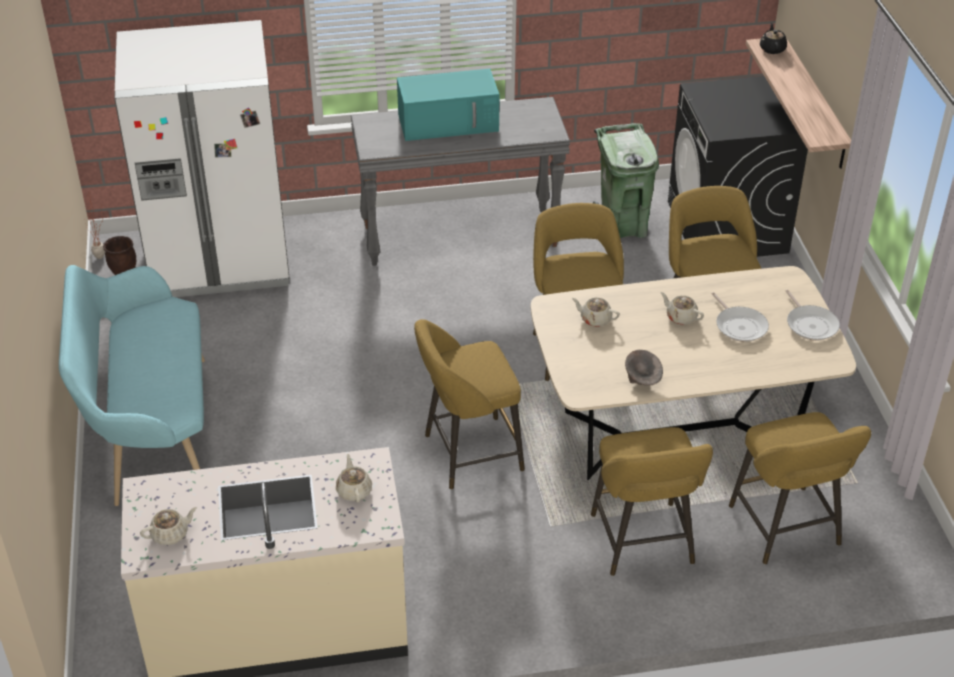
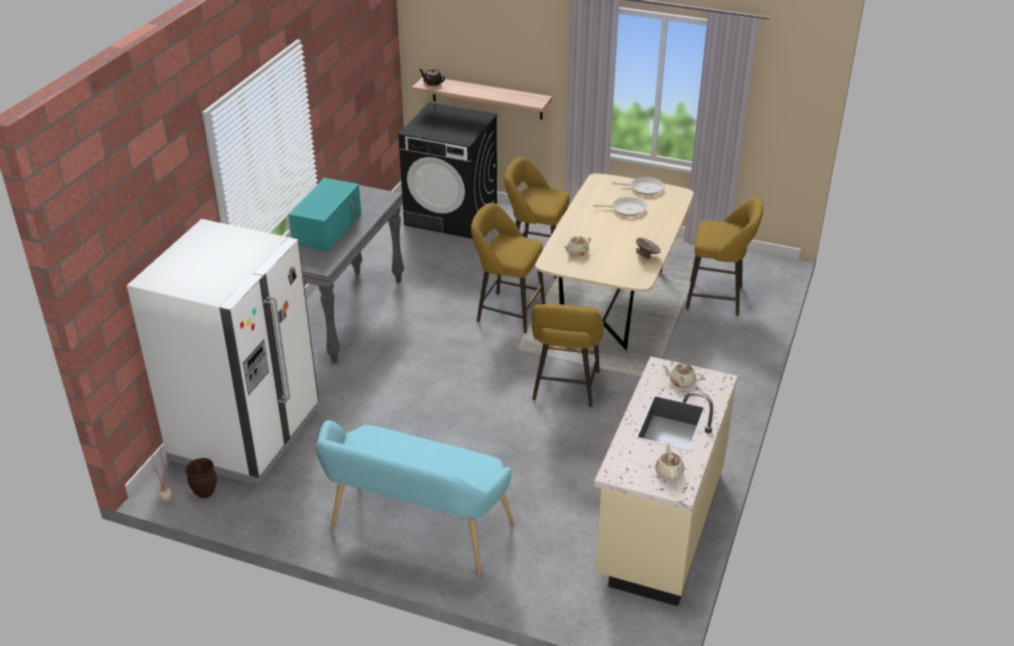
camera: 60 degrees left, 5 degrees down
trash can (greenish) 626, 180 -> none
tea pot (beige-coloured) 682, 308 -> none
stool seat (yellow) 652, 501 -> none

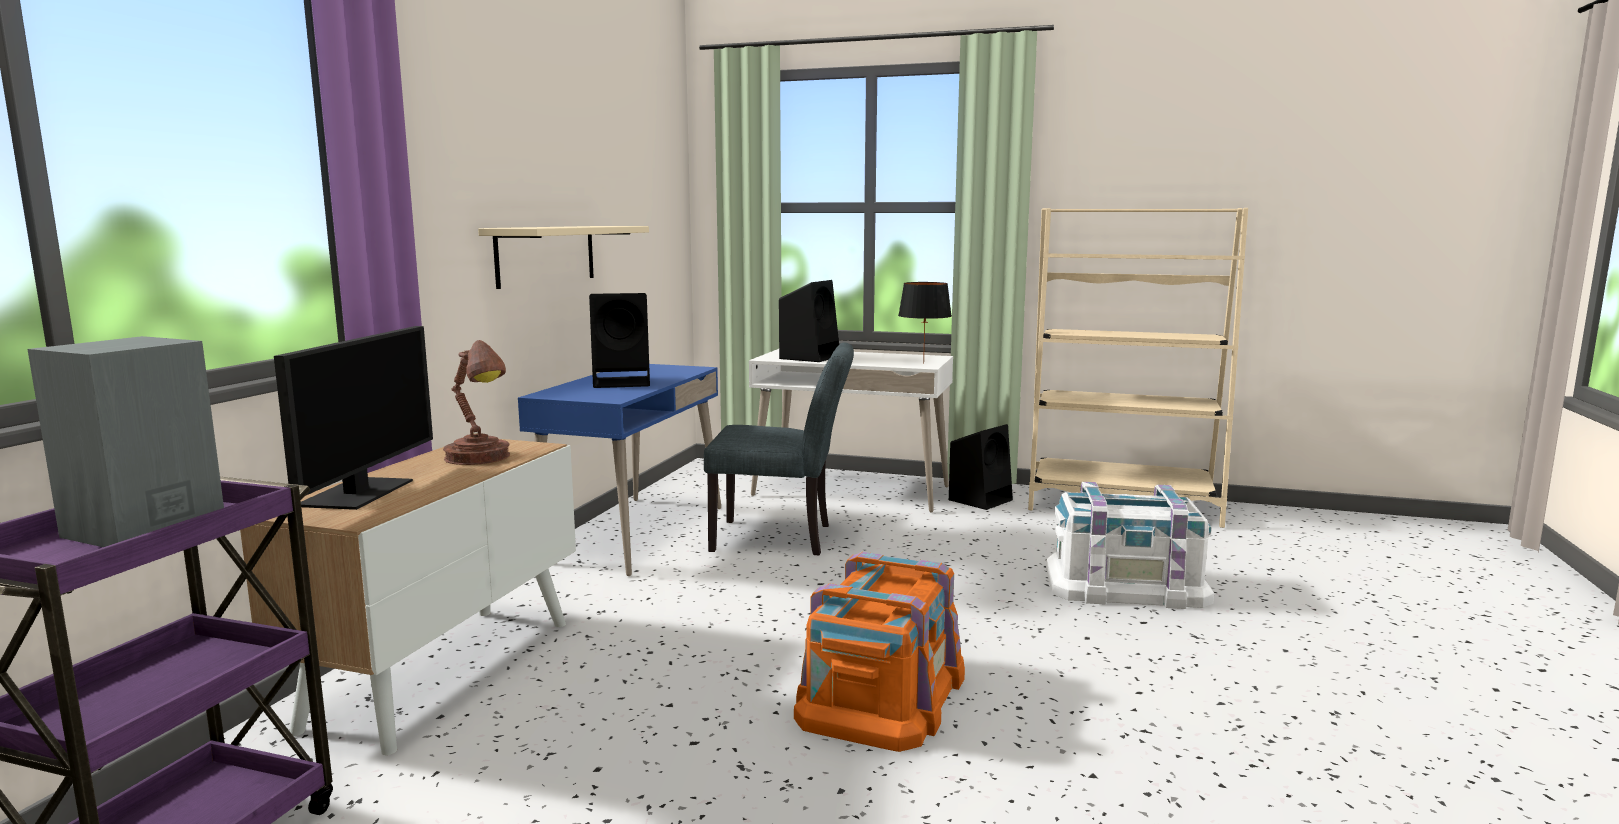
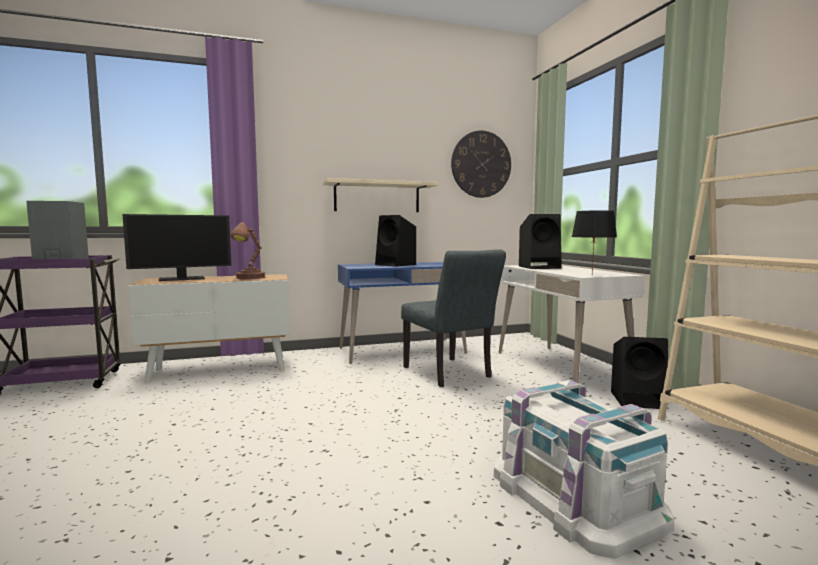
camera: 55 degrees right, 5 degrees down
storage box (orange-coloured) 879, 652 -> none
none -> wall clock 481, 164

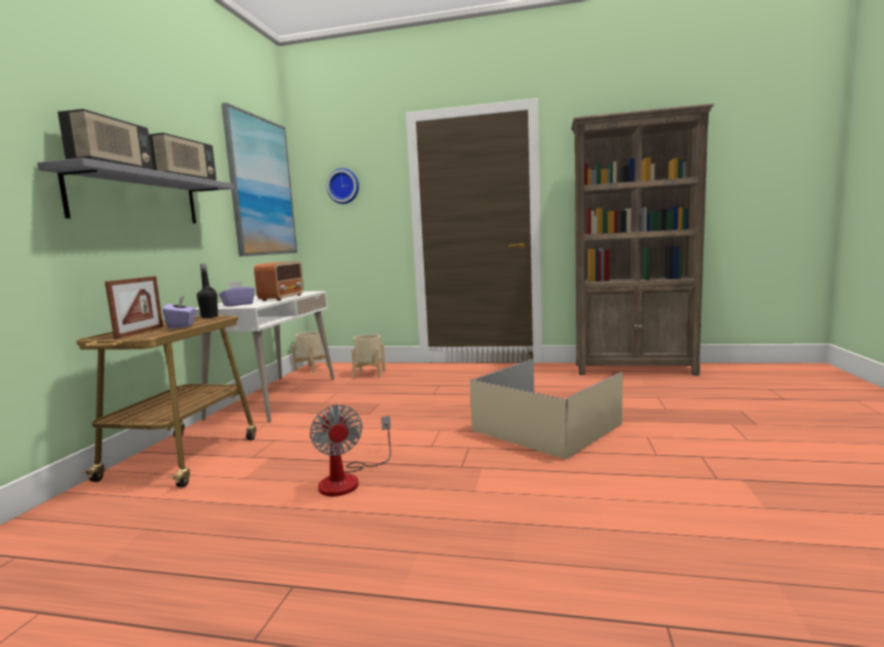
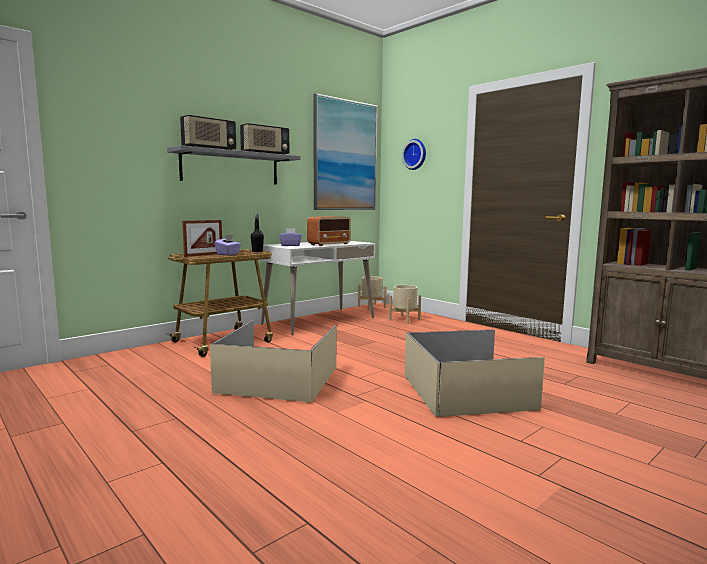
camera: 35 degrees right, 0 degrees up
electric fan 350, 450 -> storage box (beige-coloured) 273, 361

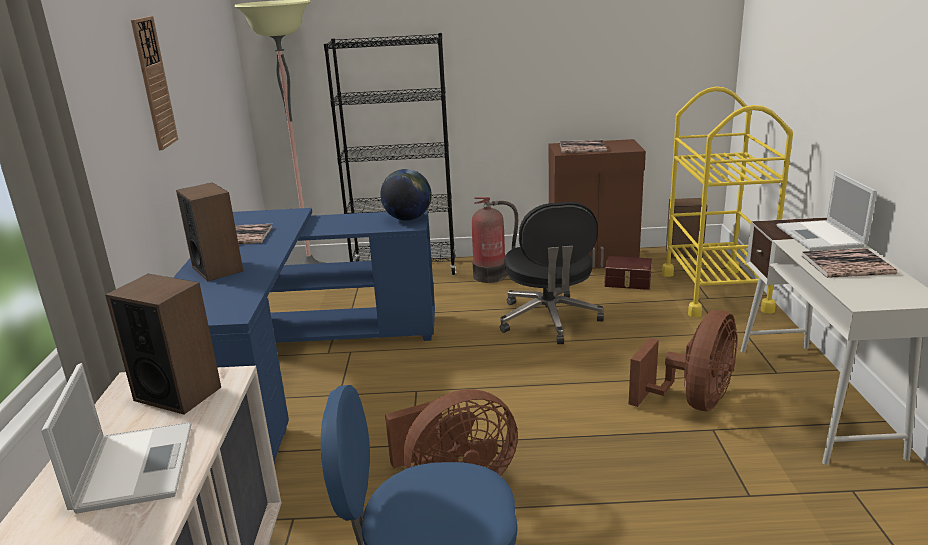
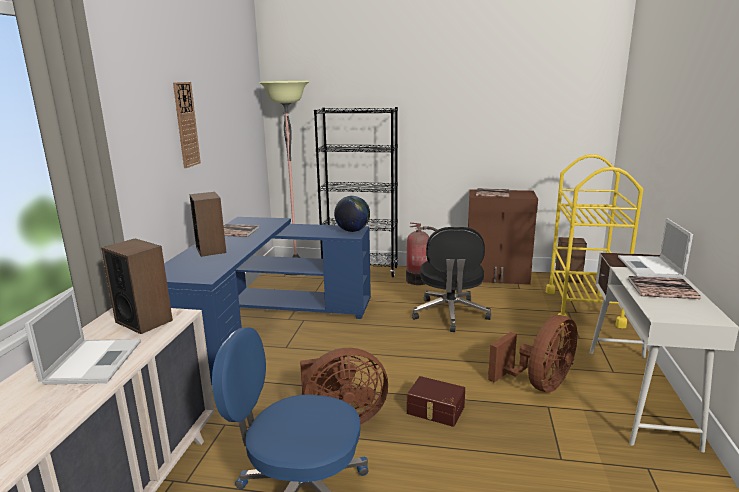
camera: 10 degrees right, 5 degrees down
storage box (brown-coloured) 628, 273 -> storage box (brown-coloured) 436, 401, moved

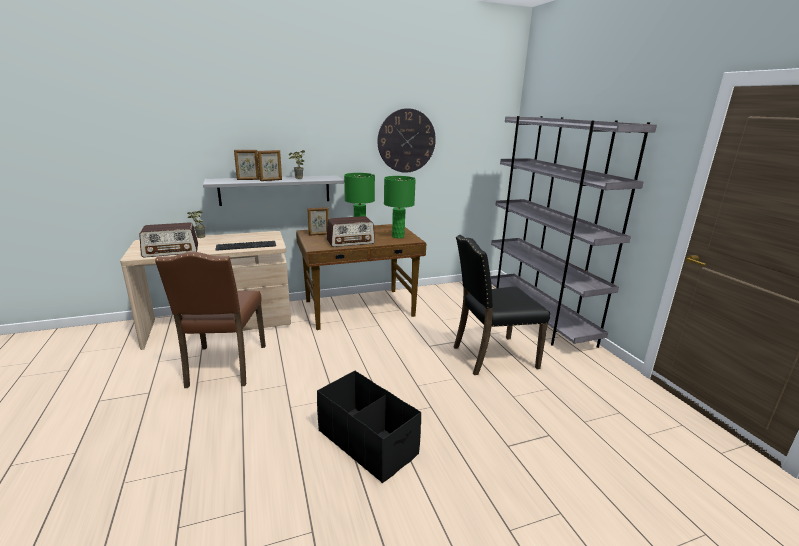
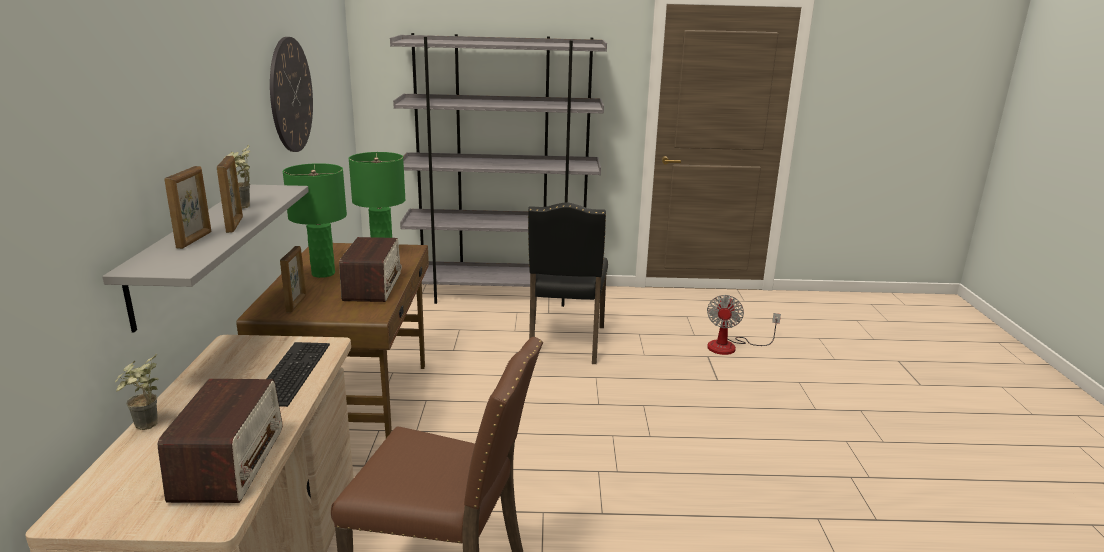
camera: 70 degrees left, 0 degrees up
storage box (black) 369, 427 -> none
none -> electric fan 744, 325

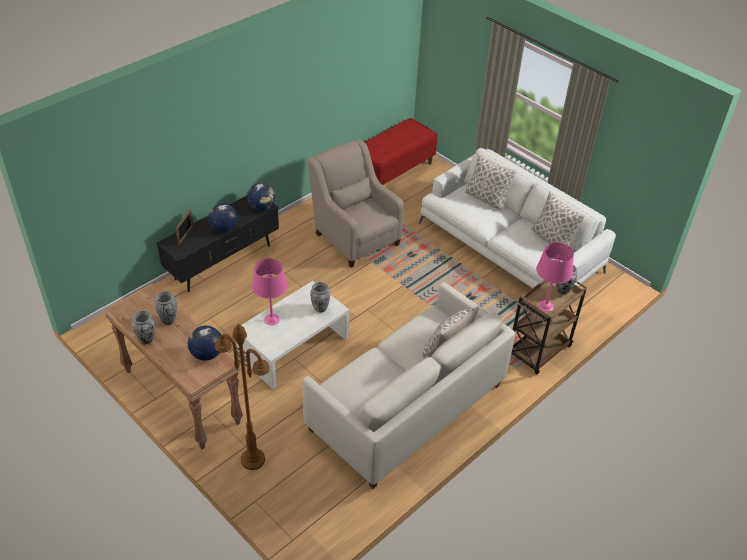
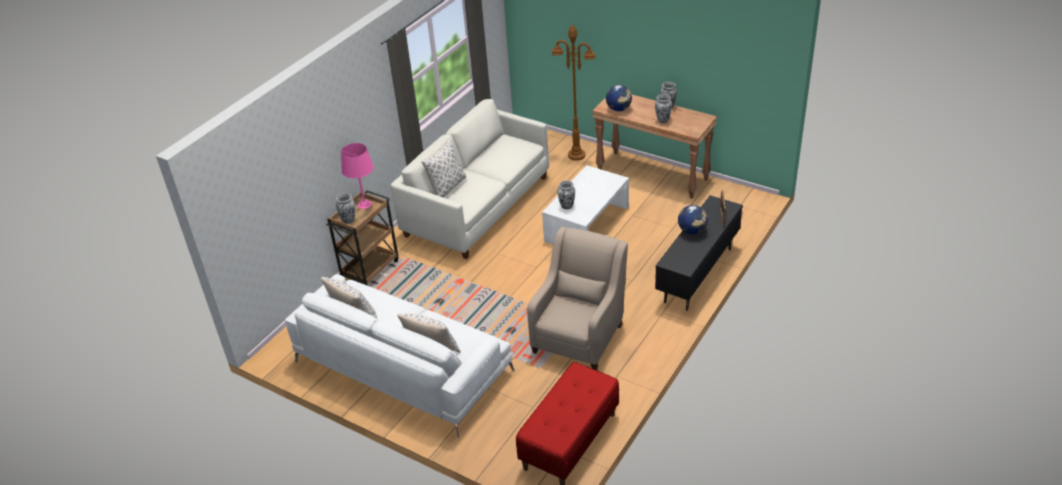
camera: 170 degrees right, 5 degrees down
lounge chair (beige-coloured) 356, 203 -> lounge chair (beige-coloured) 577, 298, 105 degrees counterclockwise
desk globe 261, 197 -> none
lamp for a table (pink) 269, 291 -> none

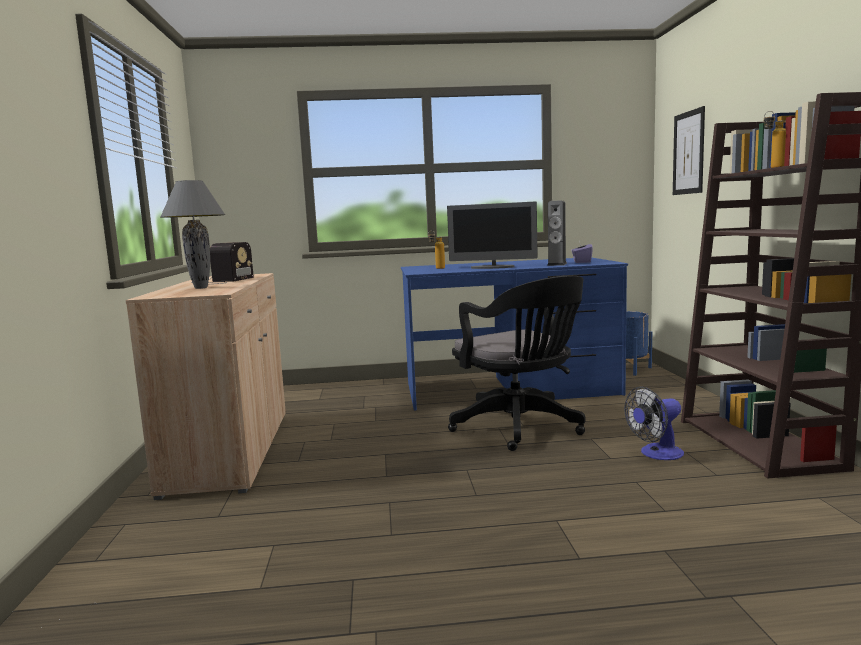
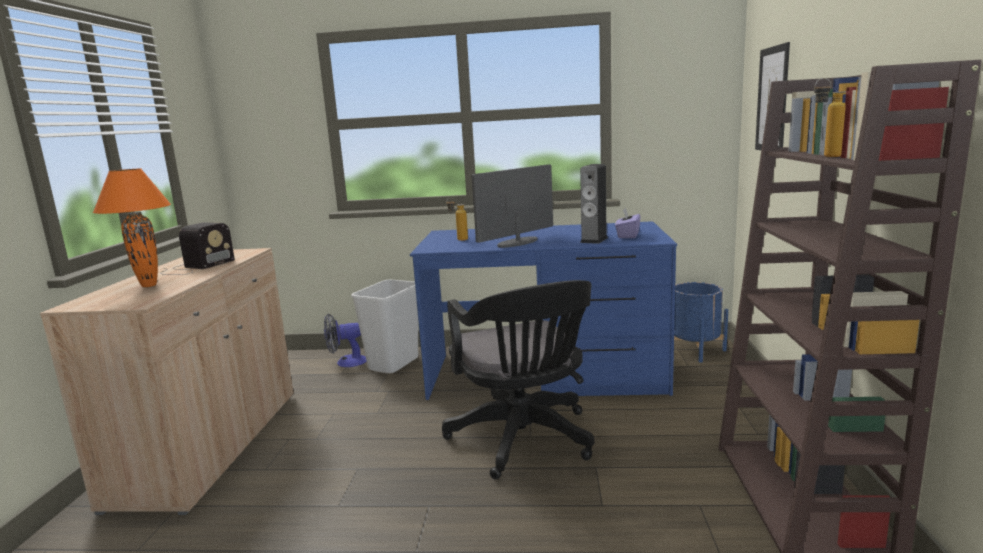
camera: 10 degrees right, 5 degrees up
lamp for a table (grey) 193, 234 -> lamp for a table (orange-coloured) 132, 228
monitor 492, 235 -> monitor 512, 206, 120 degrees clockwise
electric fan 654, 423 -> electric fan 345, 340, moved
none -> trash can (white-coloured) 384, 327

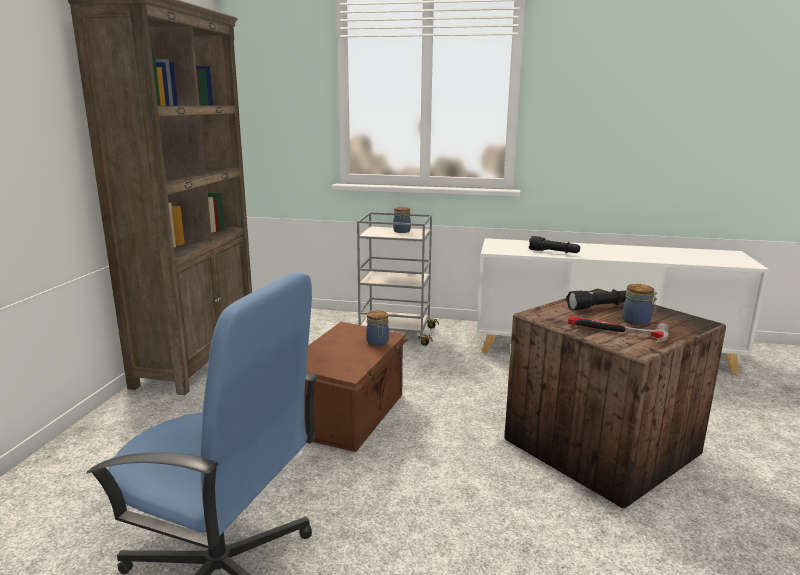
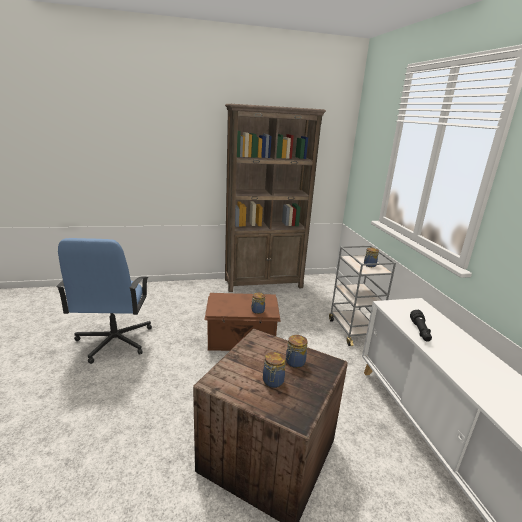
camera: 65 degrees right, 5 degrees up
hand torch (black) 596, 299 -> jar 296, 351
hand hammer 618, 329 -> none

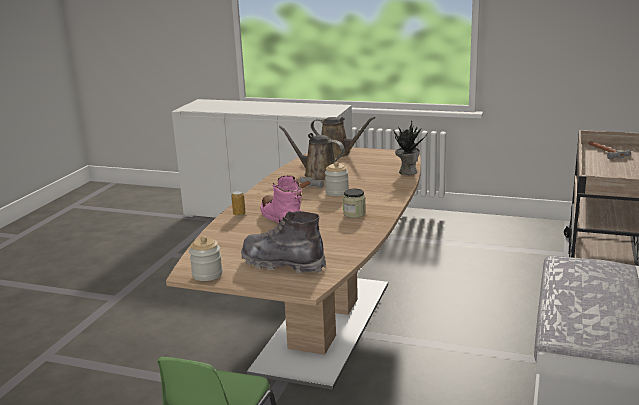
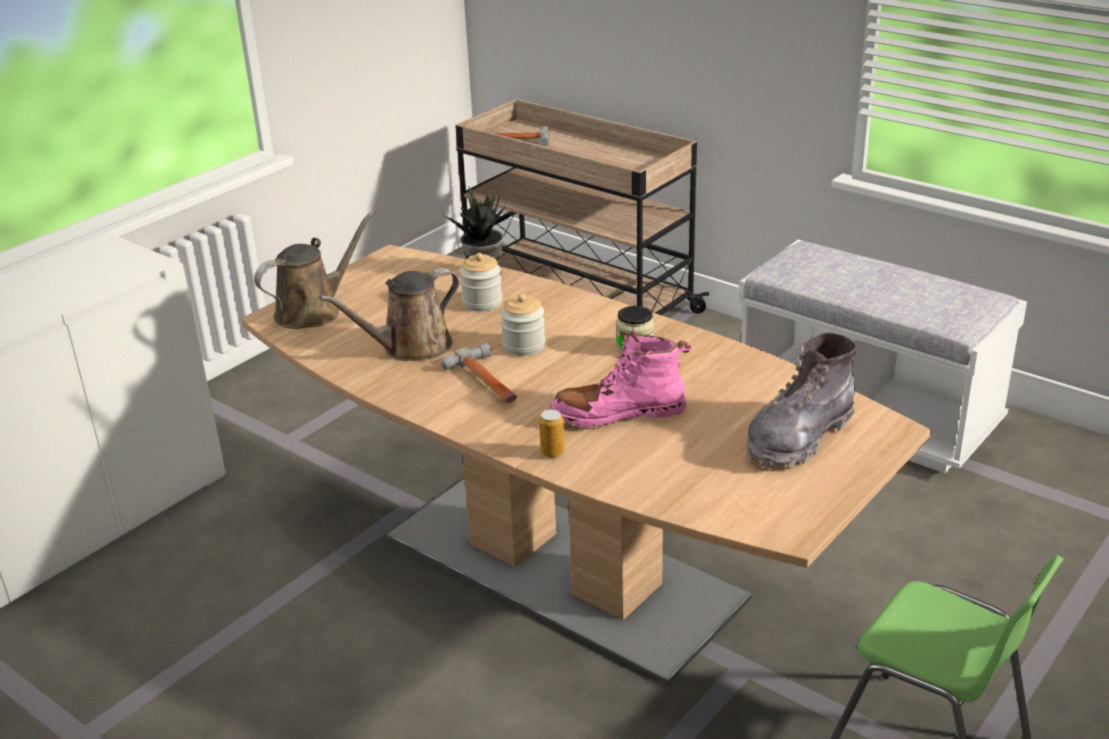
camera: 70 degrees left, 10 degrees up
jar 206, 258 -> jar 481, 282, moved

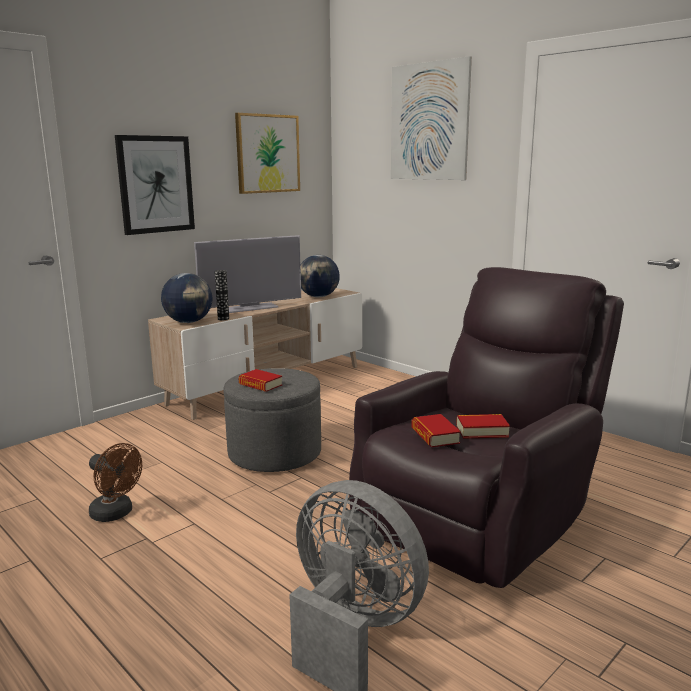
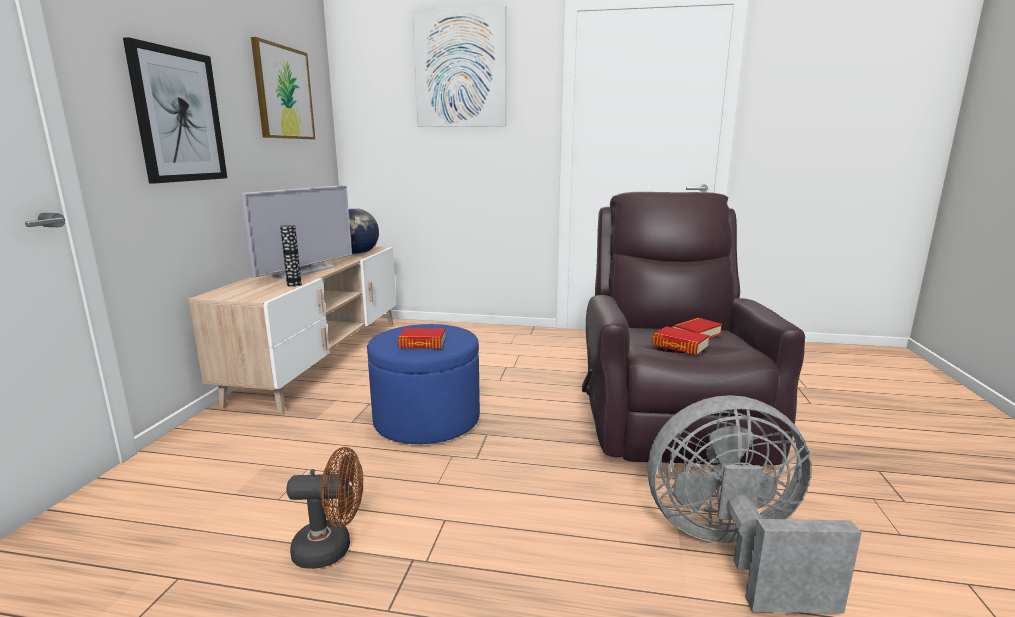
camera: 35 degrees left, 0 degrees up
desk globe 186, 298 -> none
pouffe (grey) 272, 420 -> pouffe (bluish) 423, 384

